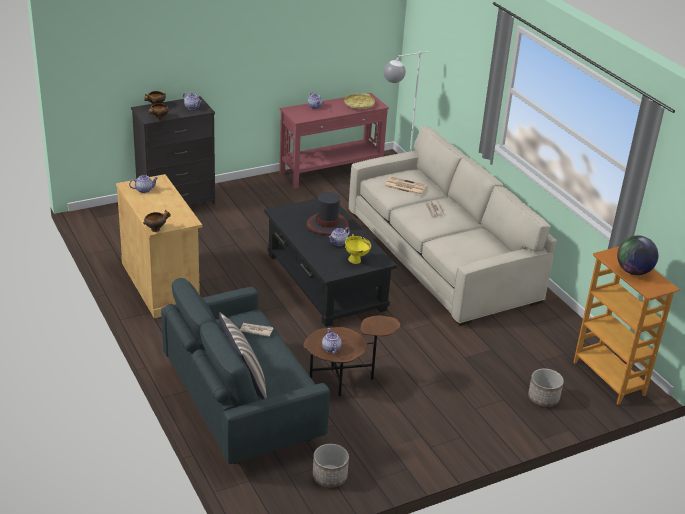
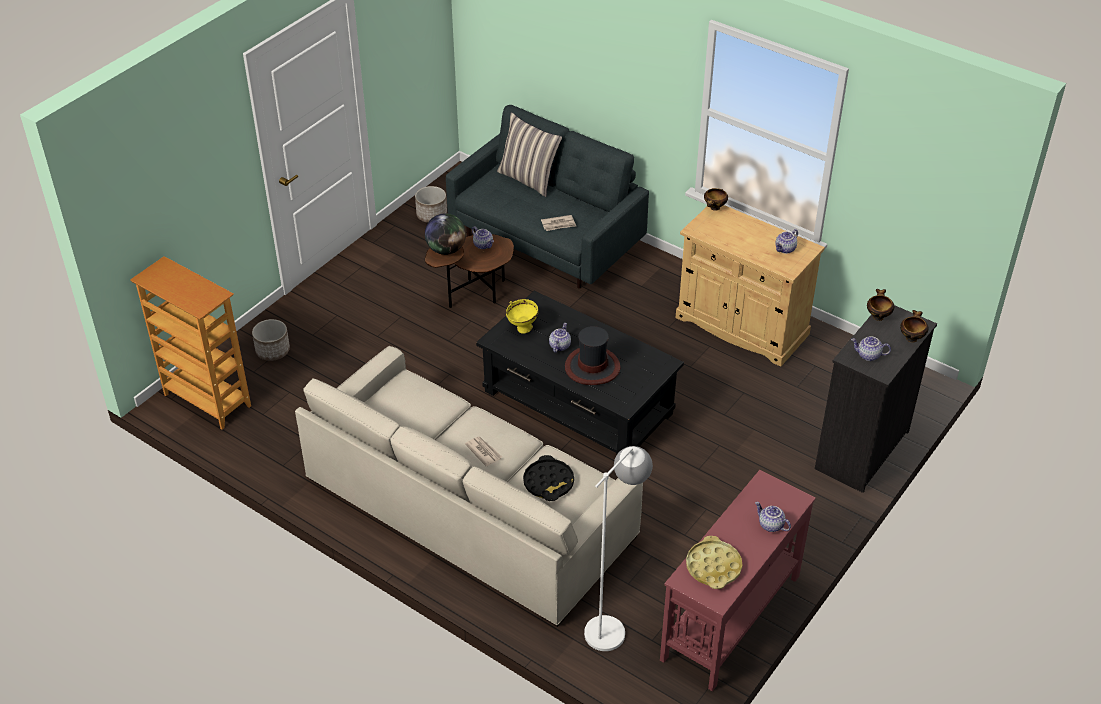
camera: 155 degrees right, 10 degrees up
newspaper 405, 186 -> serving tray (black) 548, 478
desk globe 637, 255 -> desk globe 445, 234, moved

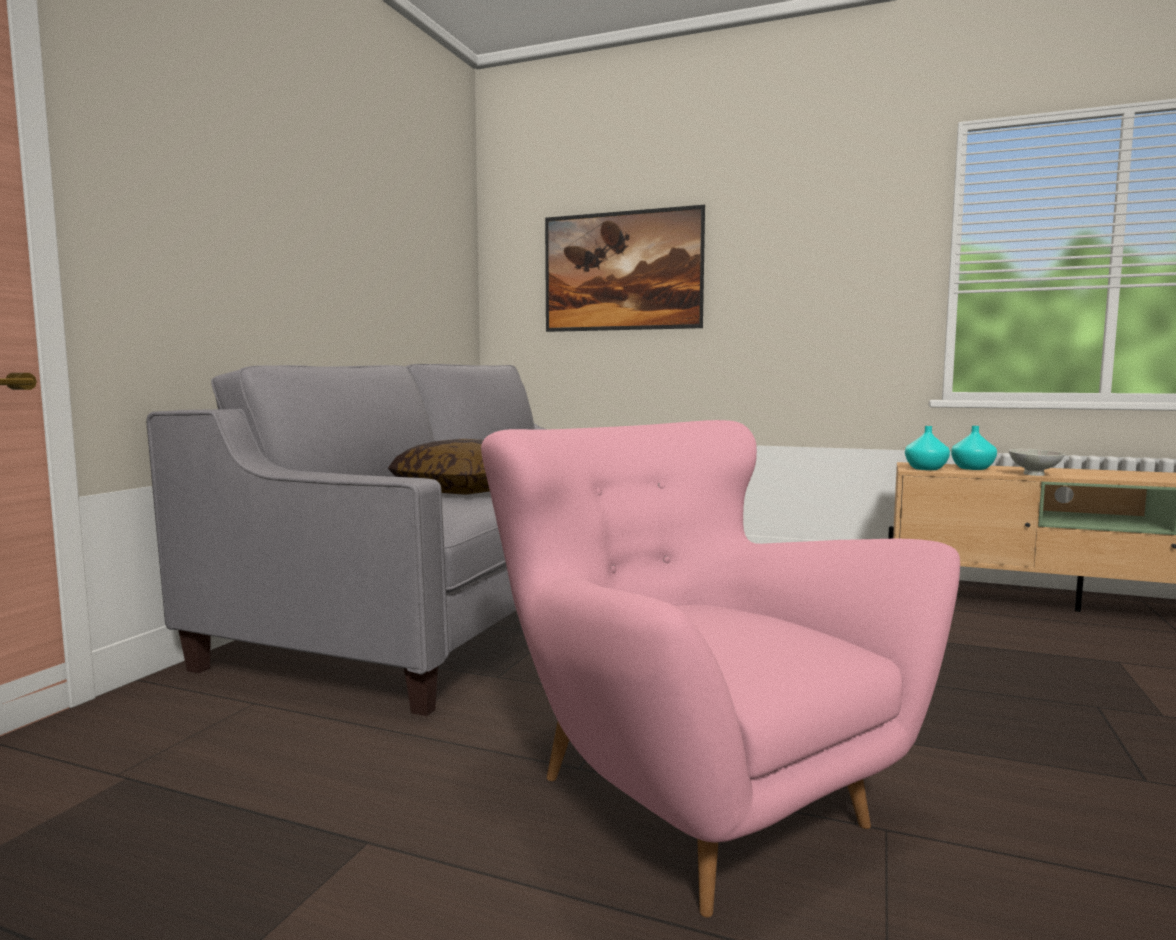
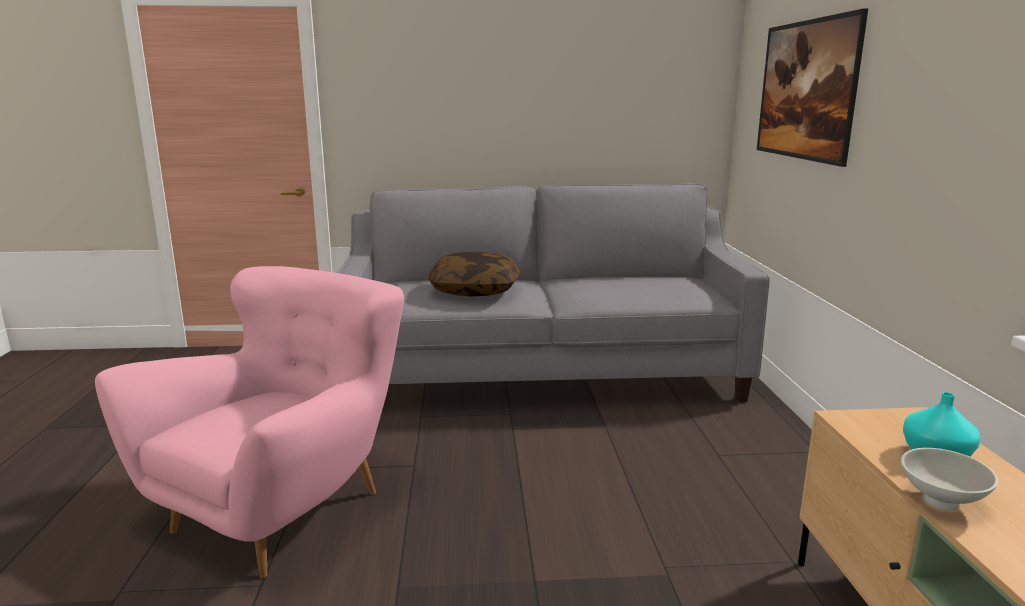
camera: 65 degrees right, 10 degrees up
vase (turquoise) 927, 448 -> none

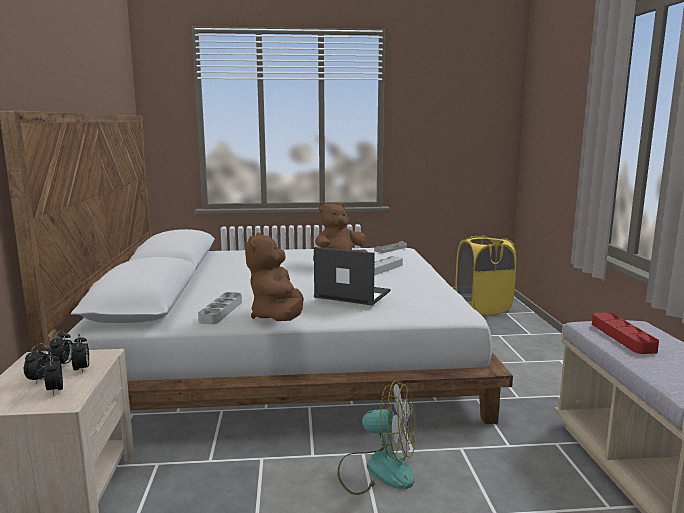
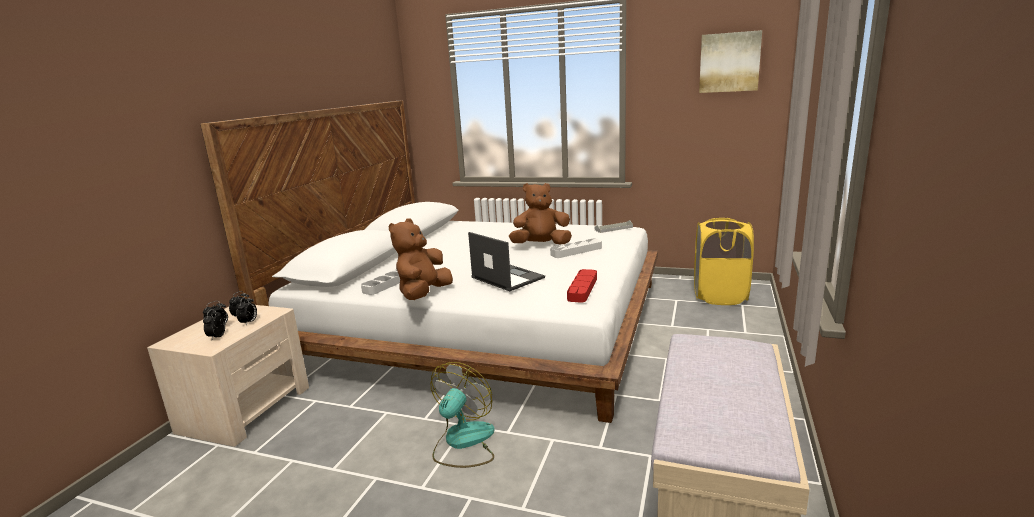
camera: 25 degrees right, 5 degrees up
serving tray (red) 625, 333 -> serving tray (red) 582, 286, moved
electric fan 376, 437 -> electric fan 463, 415, 105 degrees counterclockwise
none -> wall picture 730, 61

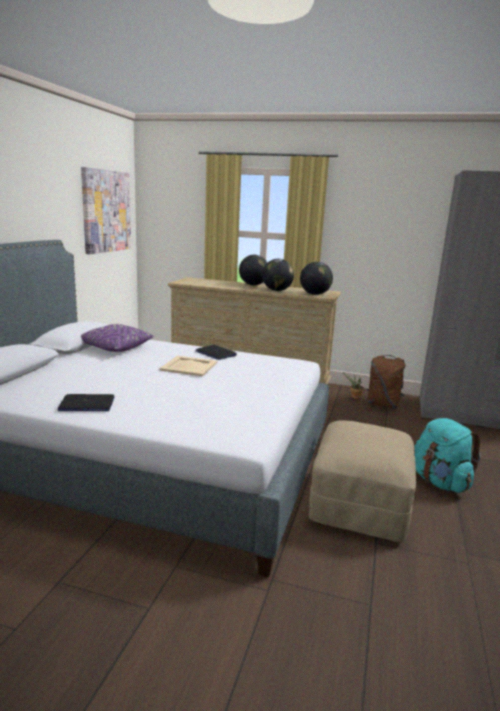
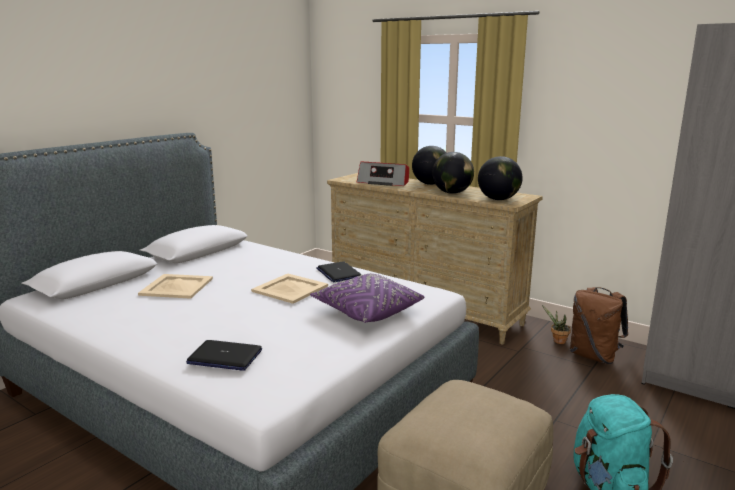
camera: 20 degrees right, 0 degrees up
wall picture 106, 210 -> none
cushion (purple-coloured) 117, 338 -> cushion (purple-coloured) 367, 298, moved
portable computer 85, 402 -> portable computer 224, 355, moved
none -> radio 383, 173
none -> serving tray (beige-coloured) 175, 286

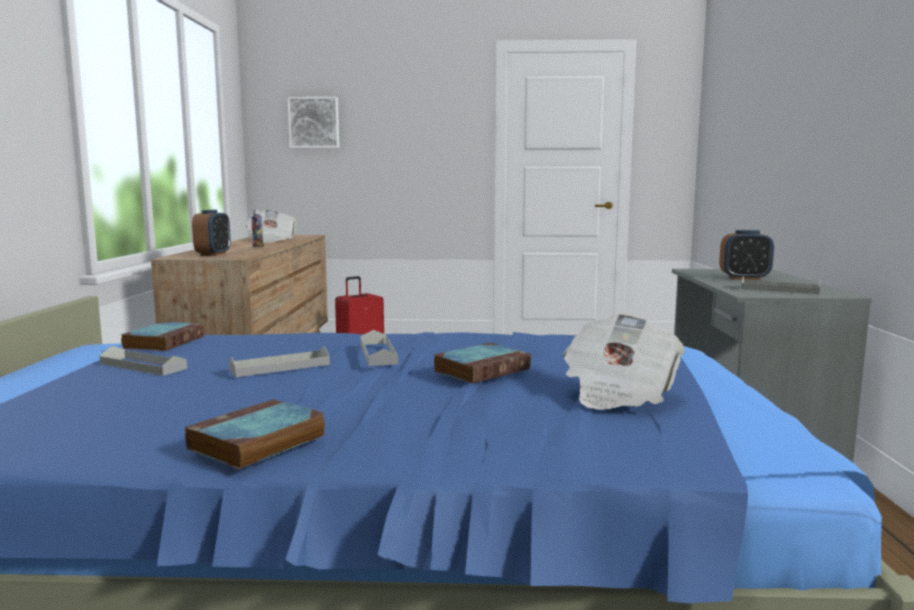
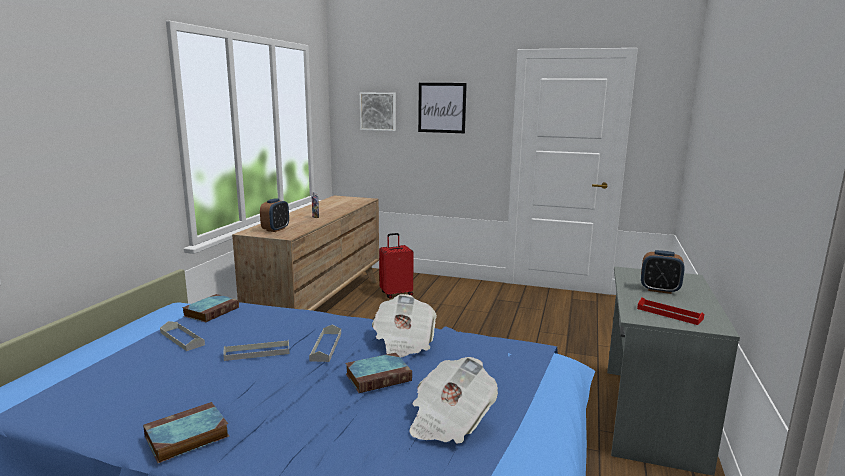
camera: 15 degrees right, 5 degrees up
newspaper 271, 226 -> newspaper 404, 326, moved
serving tray (grey) 780, 285 -> serving tray (red) 670, 311
none -> wall picture 442, 108

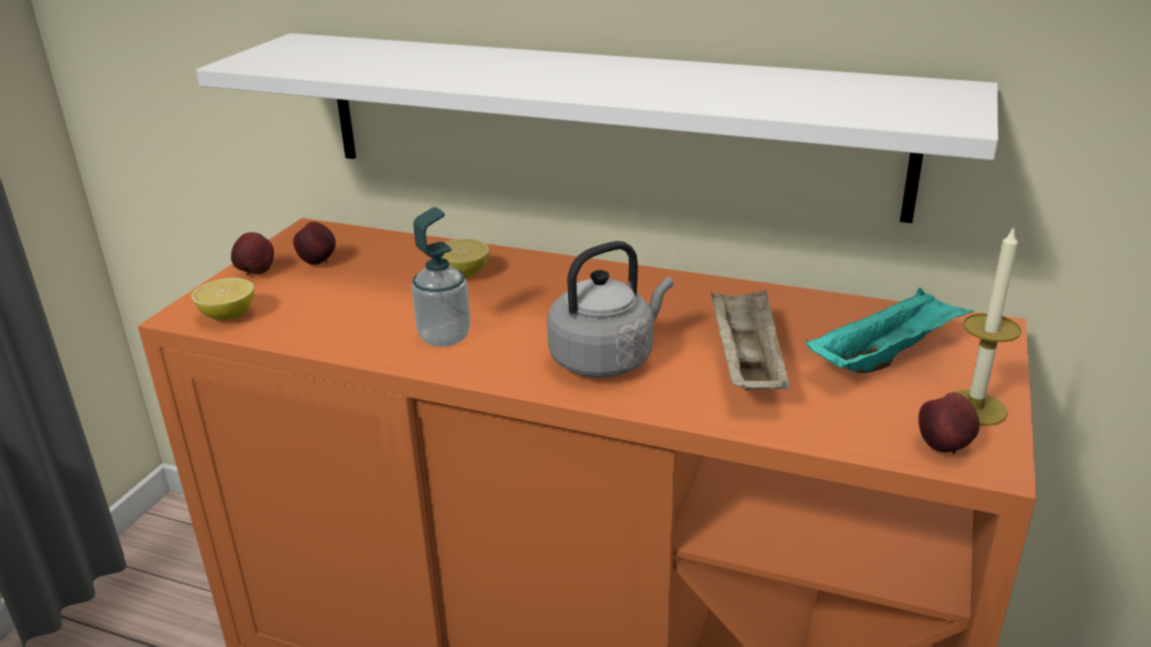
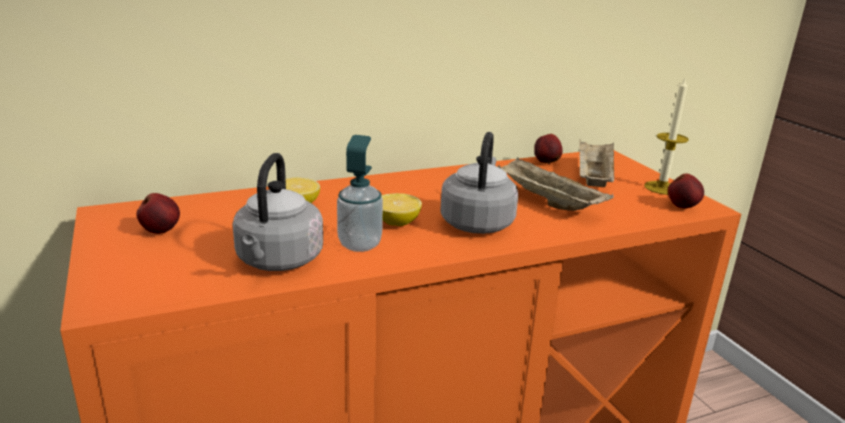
camera: 45 degrees left, 5 degrees down
bracket shelf (white-coloured) 597, 128 -> none
apple 252, 253 -> apple 548, 149, moved
whole lemon 222, 299 -> whole lemon 401, 209, moved
serving tray (turquoise) 890, 330 -> serving tray (beige-coloured) 596, 163
none -> water kettle (grey) 277, 212

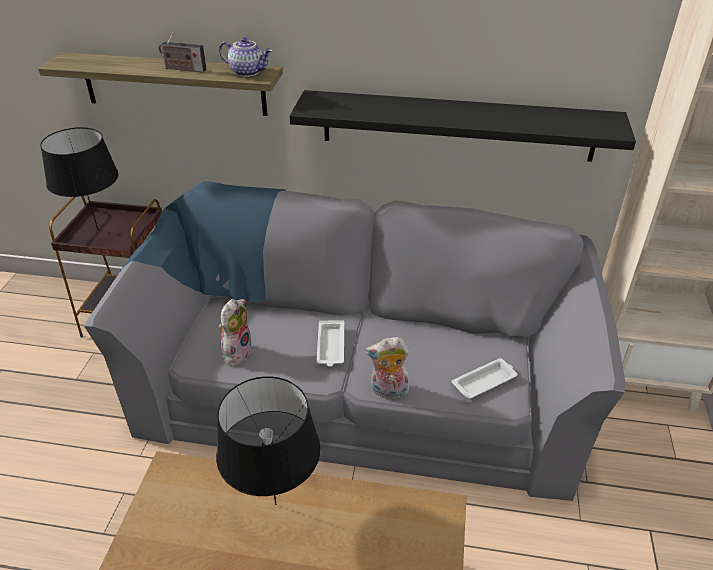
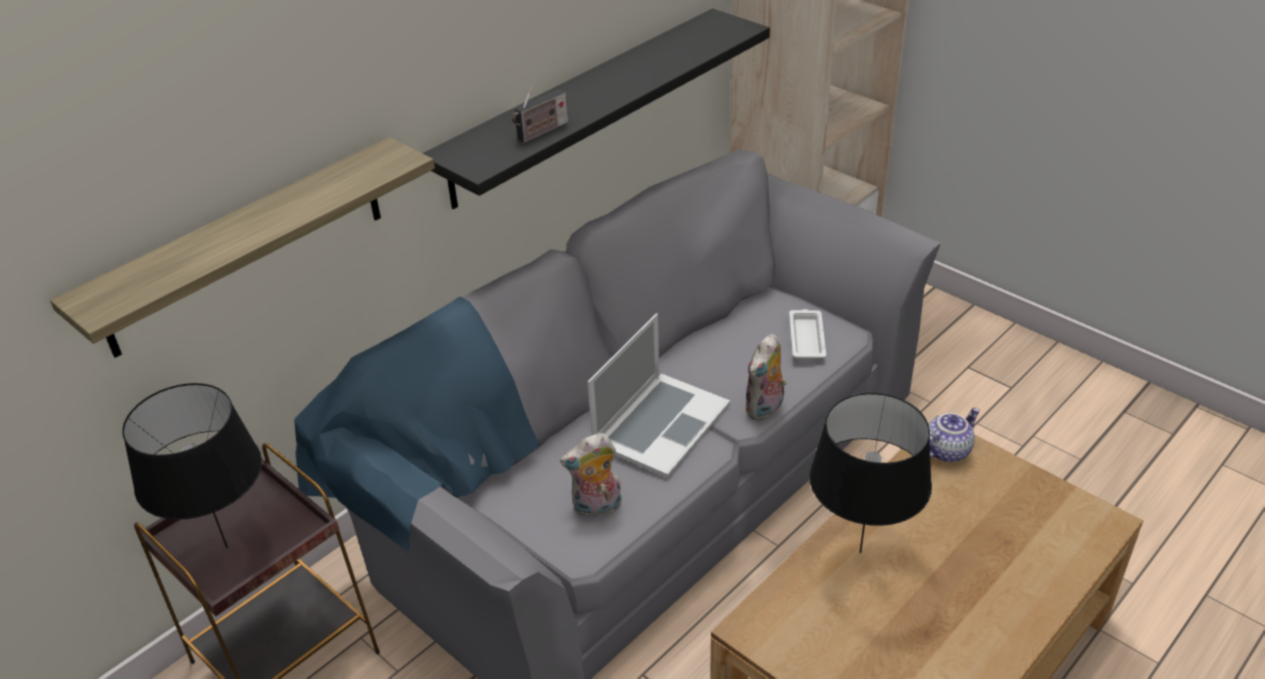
camera: 55 degrees left, 0 degrees up
radio 183, 51 -> radio 540, 114, moved
tea pot 245, 57 -> tea pot 954, 435, moved
soft toy 235, 333 -> soft toy 591, 475, 75 degrees counterclockwise
serving tray (white-coloured) 330, 344 -> portable computer 658, 395

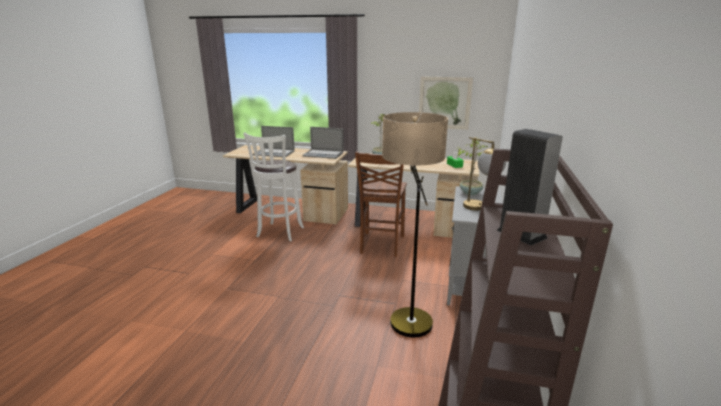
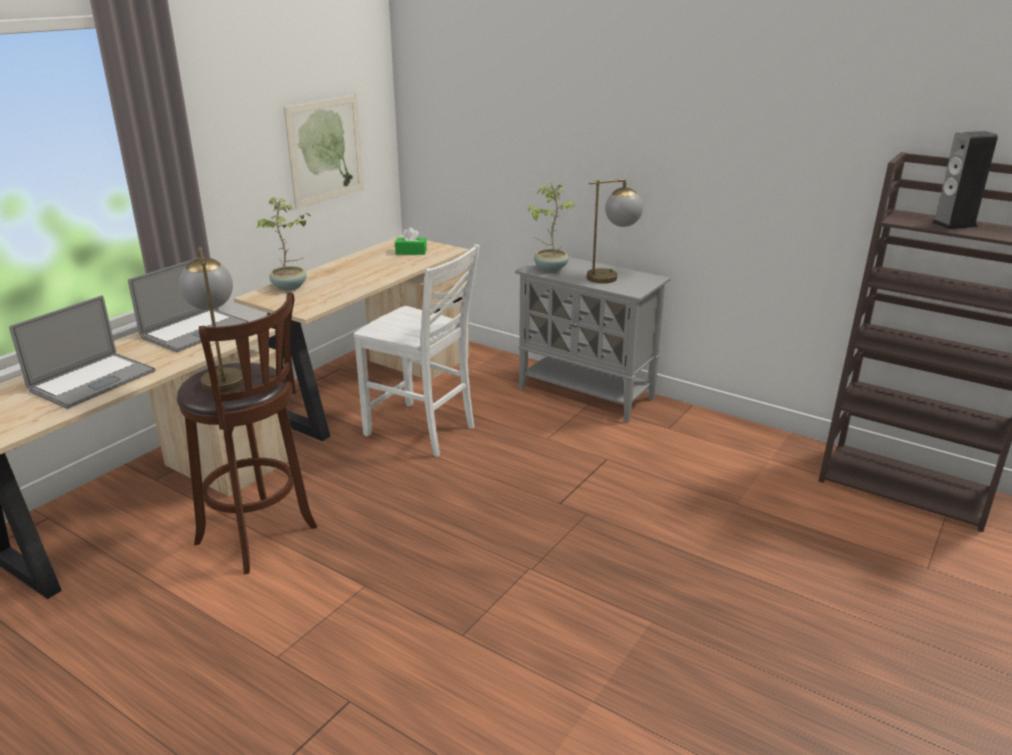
camera: 70 degrees left, 5 degrees up
standard lamp 415, 225 -> none
stool seat (white-coloured) 273, 186 -> stool seat (brown-coloured) 247, 433
chair (brown-coloured) 381, 204 -> chair (white-coloured) 417, 350
none -> lamp for a table 211, 319

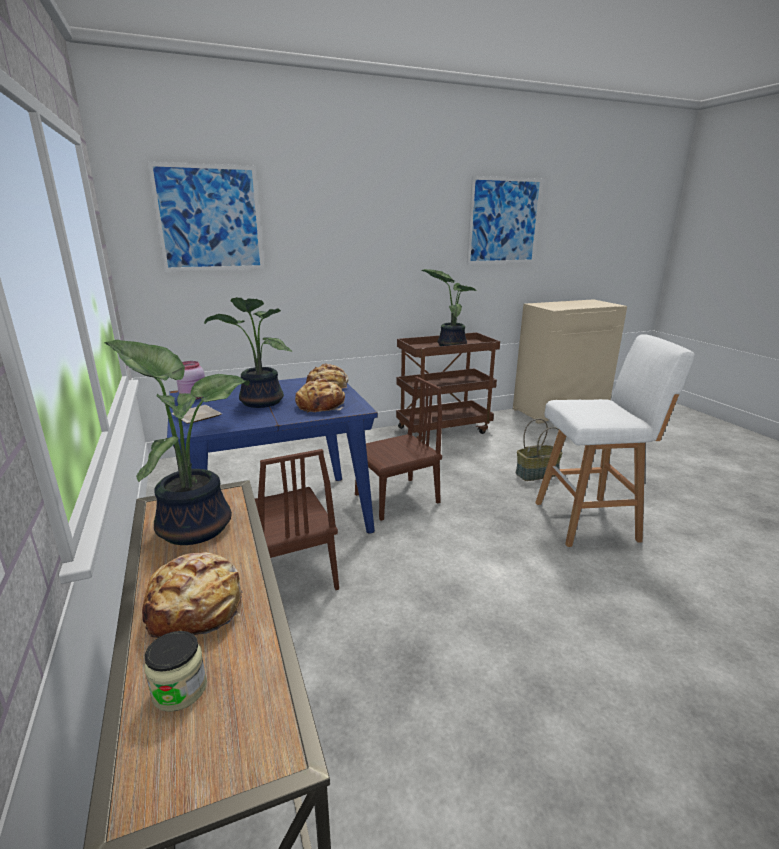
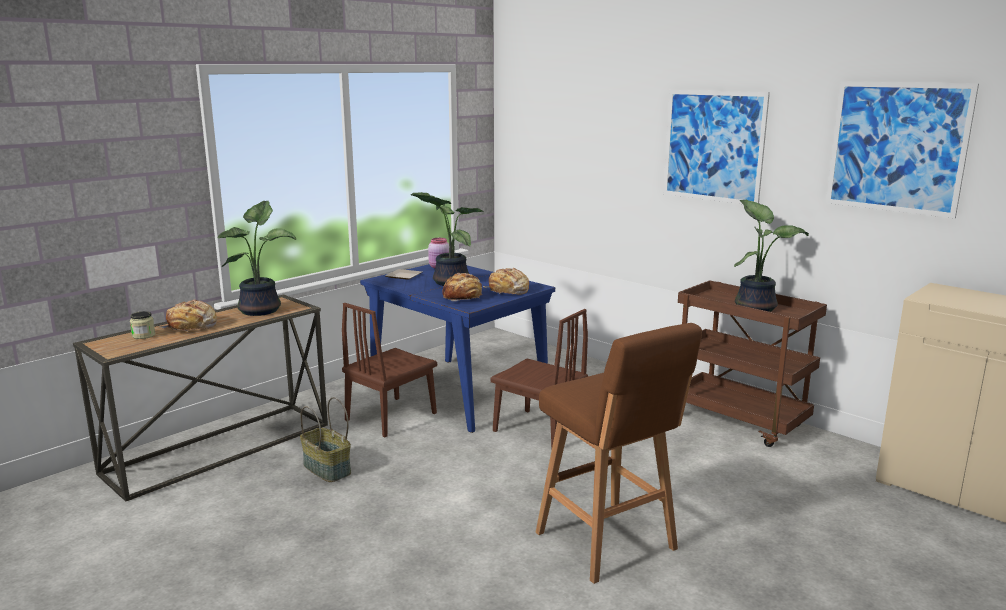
camera: 65 degrees right, 5 degrees down
wall picture 206, 217 -> wall picture 716, 147, moved
stool seat (white-coloured) 615, 440 -> stool seat (brown-coloured) 619, 453
household basket 539, 450 -> household basket 325, 439, moved

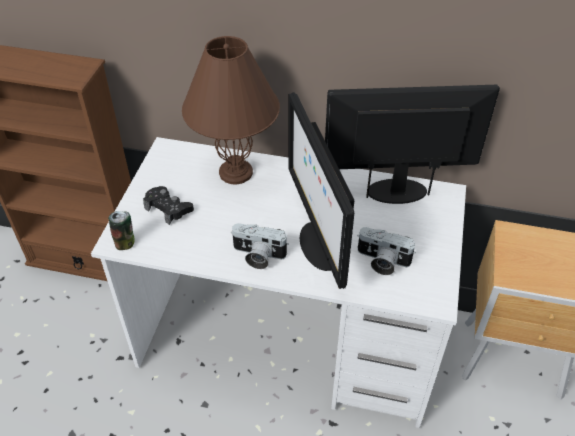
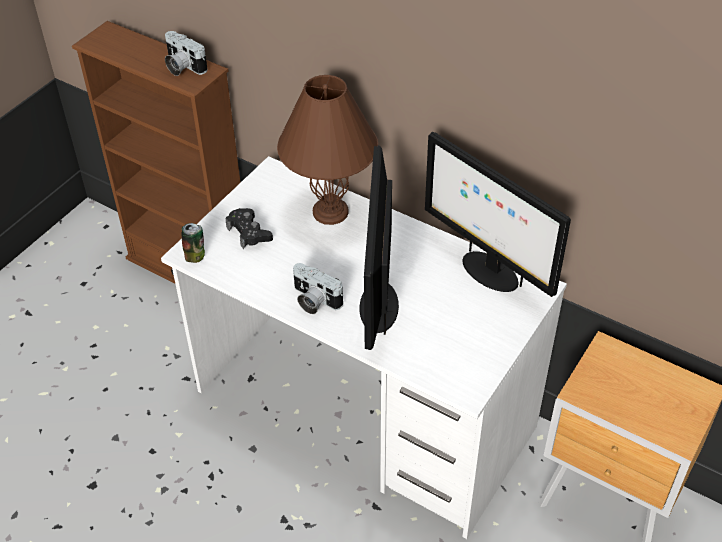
camera: 20 degrees right, 0 degrees up
monitor 412, 144 -> monitor 498, 214, 150 degrees counterclockwise
photo camera 386, 251 -> photo camera 186, 53, moved

